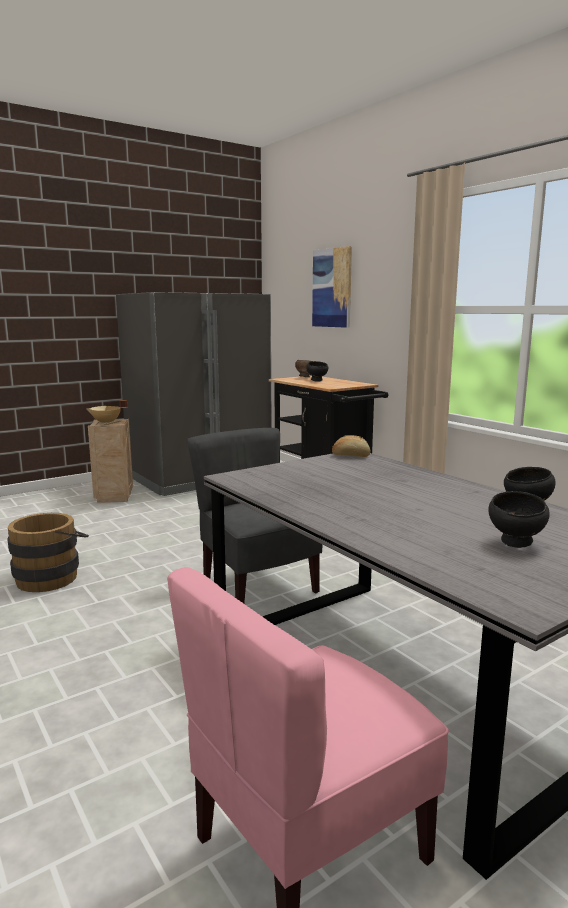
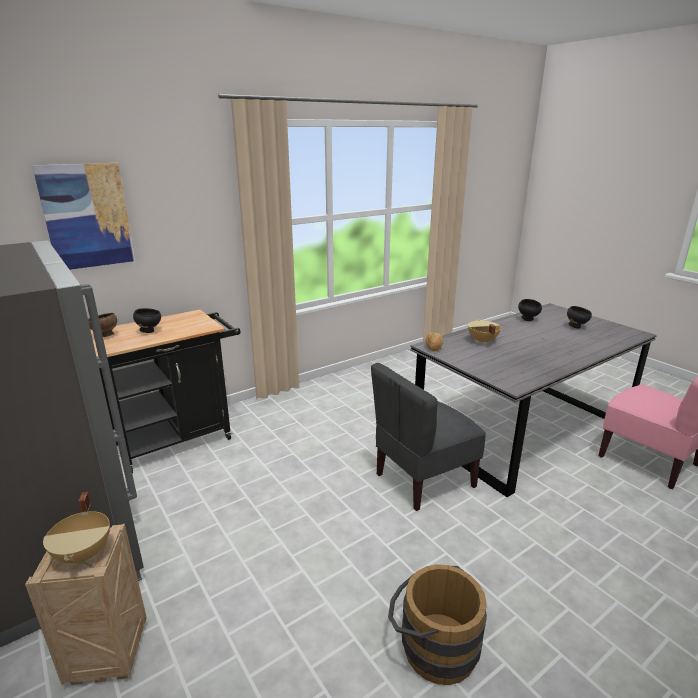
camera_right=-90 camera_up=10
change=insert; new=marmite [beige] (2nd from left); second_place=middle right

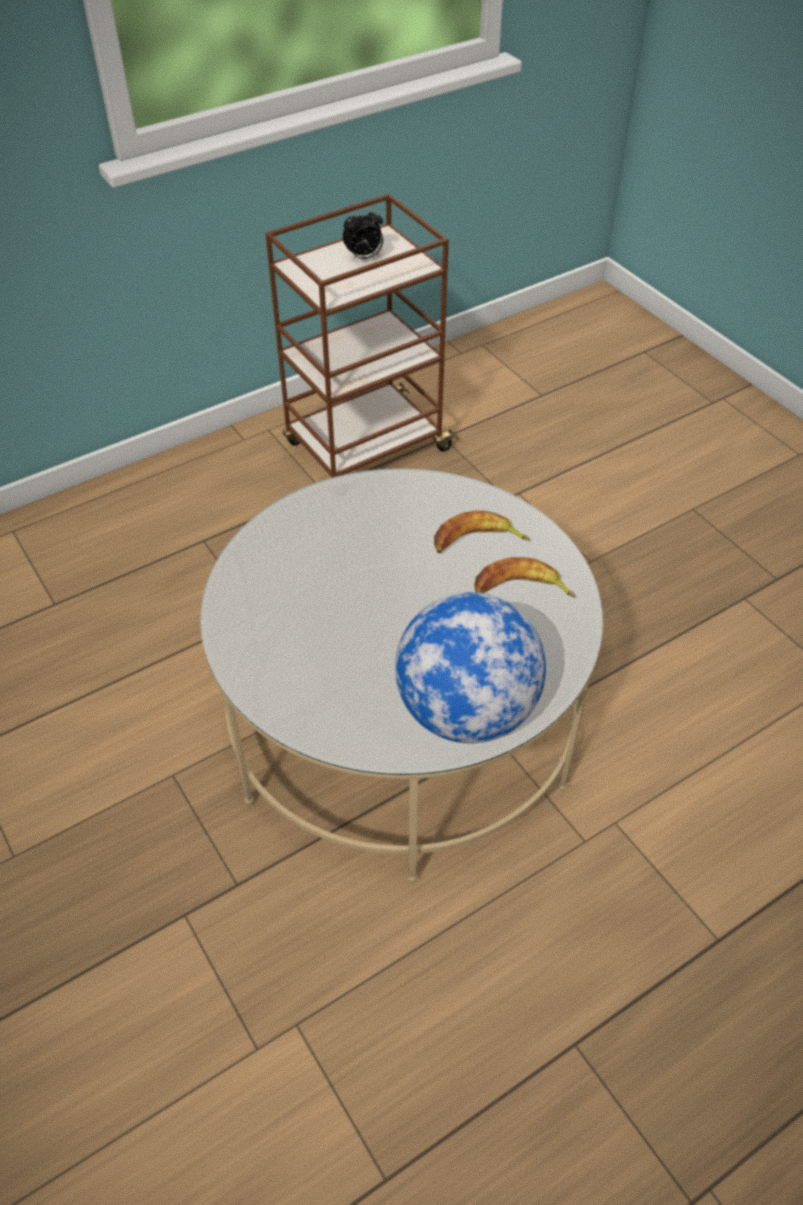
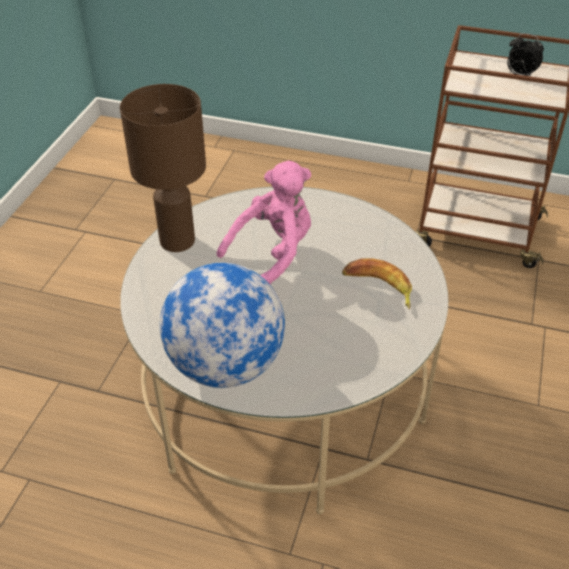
camera_right=50 camera_up=-5
change=delete; old=banane (2nd from left); first_place=centre
change=insert; new=lampe de table [marron]; second_place=top left
change=insert; new=peluche [rose]; second_place=centre

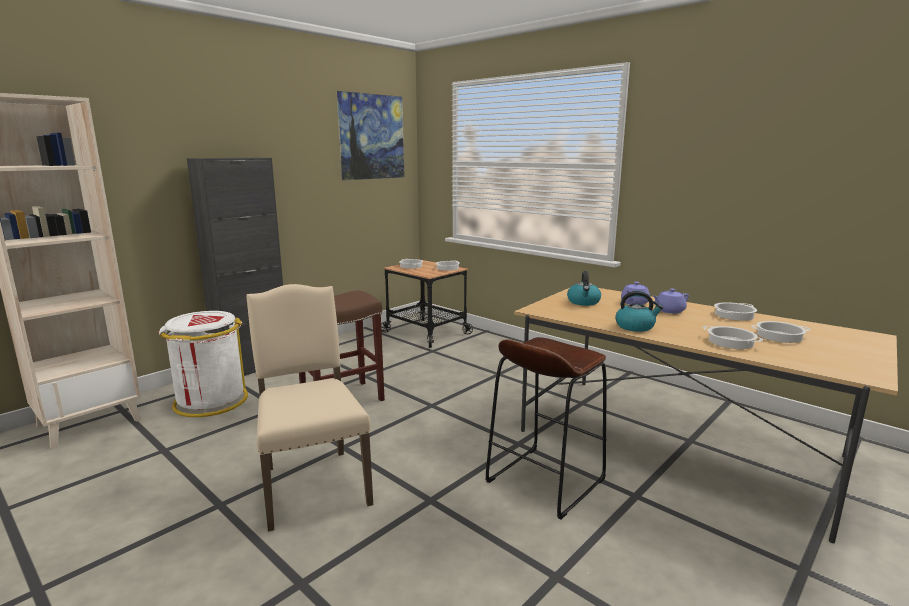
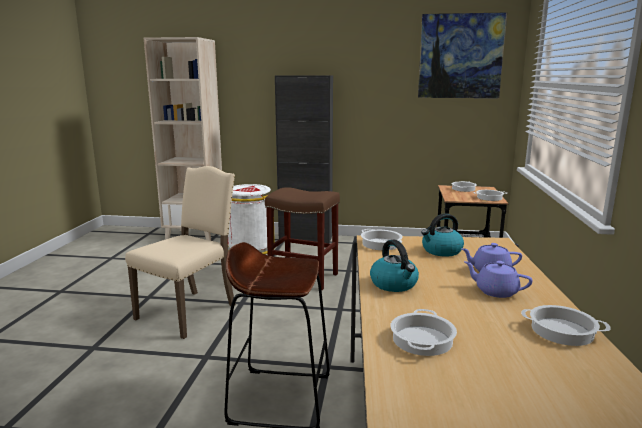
camera_right=55 camera_up=0
change=move; old=marmite (5th from left in the first image); new=marmite (1st from left); first_place=middle right; second_place=centre

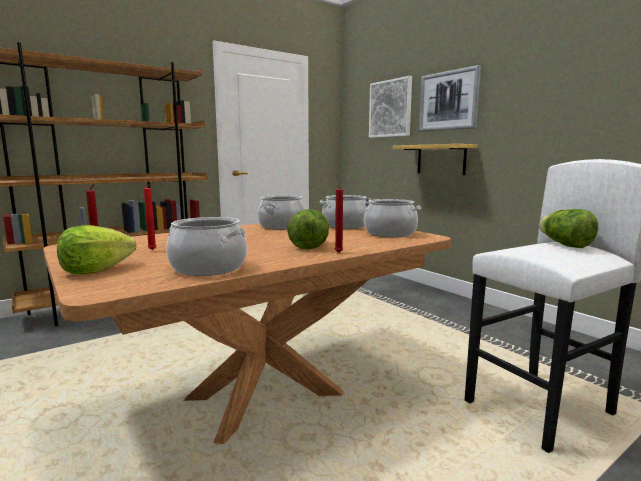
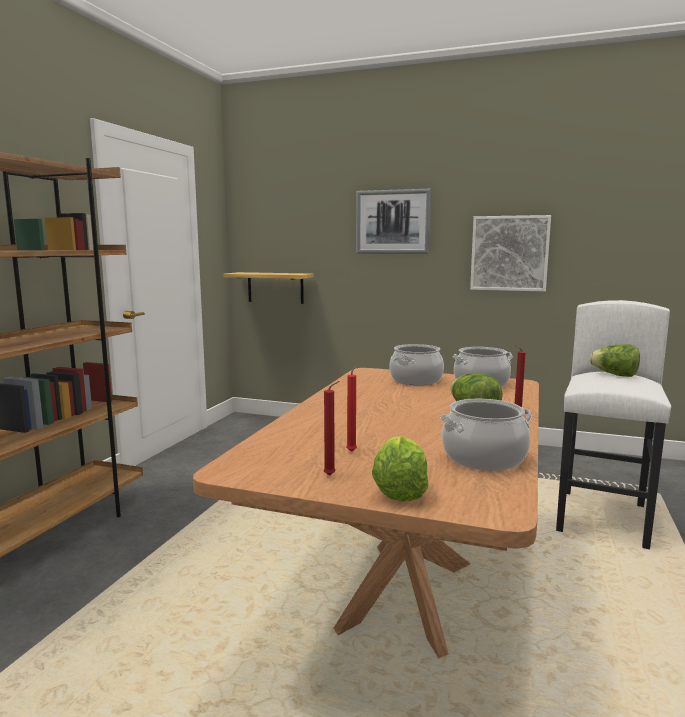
camera_right=-35 camera_up=0
change=move; old=tableau (1st from left in the first image); new=tableau (2nd from left); first_place=top centre; second_place=middle right
change=move; old=étagère; first_place=top right; second_place=centre
change=delete; old=marmite (2nd from left); first_place=centre

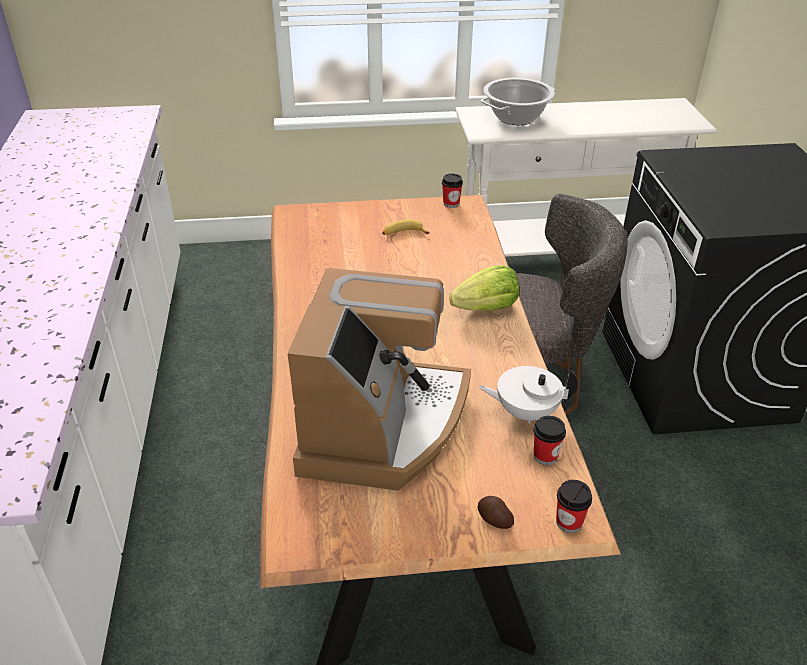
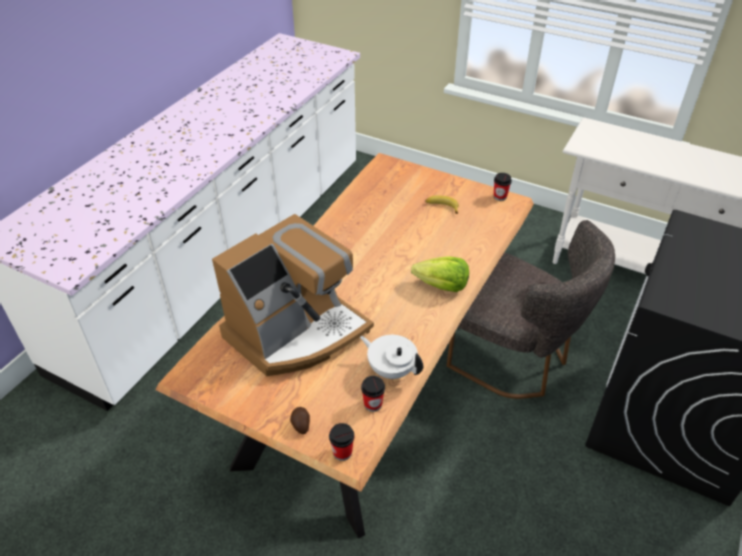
camera_right=35 camera_up=5
change=delete; old=marmite; first_place=top centre

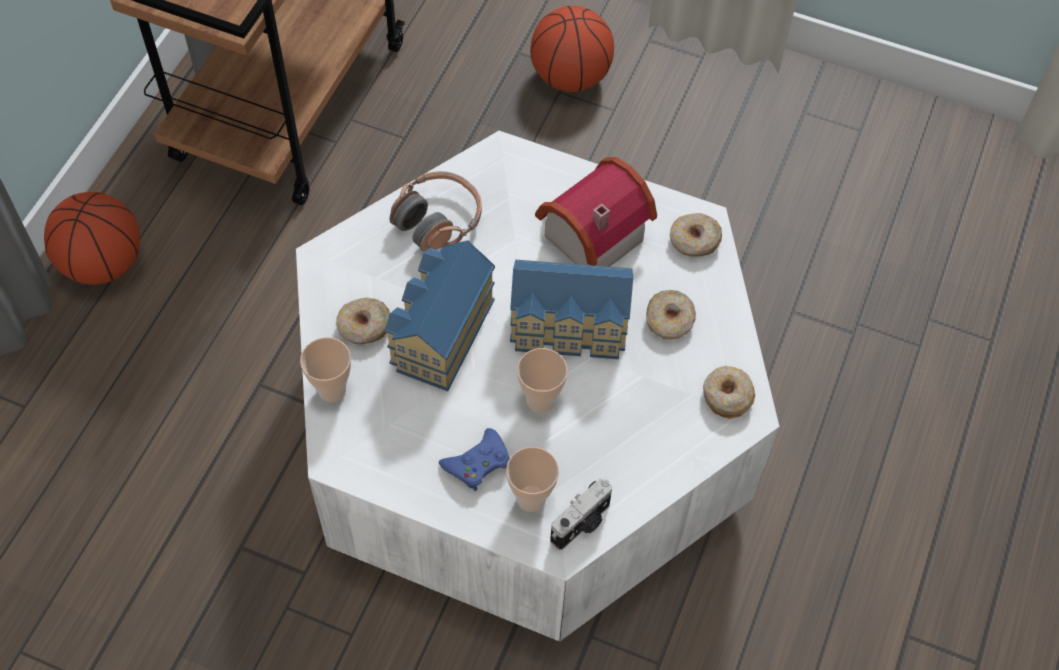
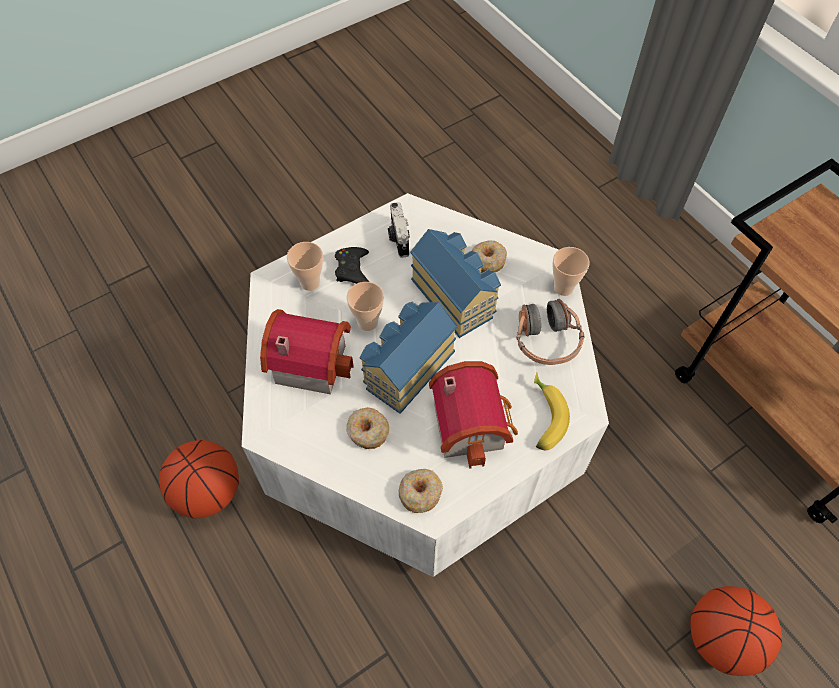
camera_right=125 camera_up=0
change=move; old=ballon de basket (1st from left); first_place=middle left; second_place=bottom left
change=move; old=tasse (1st from left in the first image); new=tasse (3rd from left); first_place=middle left; second_place=middle right
change=delete; old=beignet (4th from left); first_place=middle right
change=recolor; old=manette [bleu]; new=manette [noir]; first_place=bottom centre; second_place=centre
change=move; old=appareil photo; first_place=bottom centre; second_place=centre
change=insert; new=maison miniature (1st from left); second_place=centre
change=insert; new=banane; second_place=centre

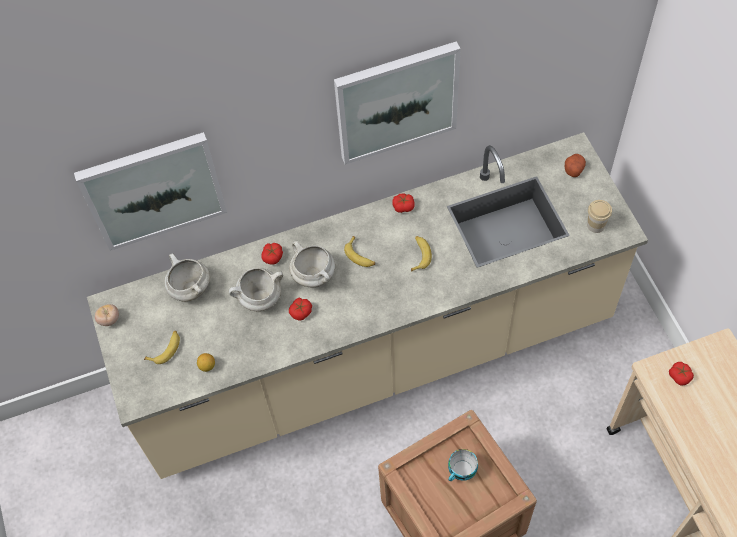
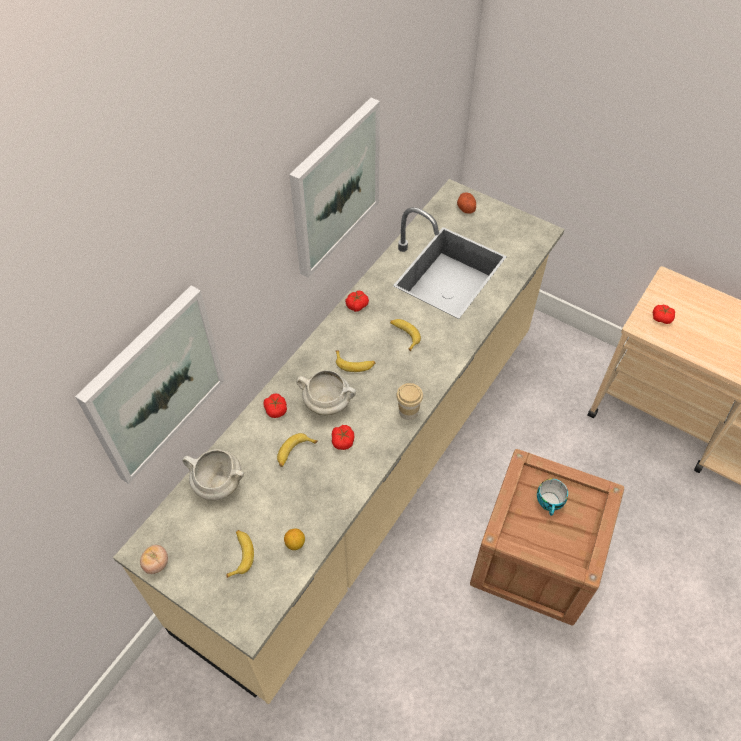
camera_right=-40 camera_up=-5
change=move; old=tasse (2nd from left in the first image); new=tasse (1st from left); first_place=middle right; second_place=centre
change=replace; old=marmite [blanc] (2nd from left); new=banane (2nd from left); first_place=centre; second_place=centre

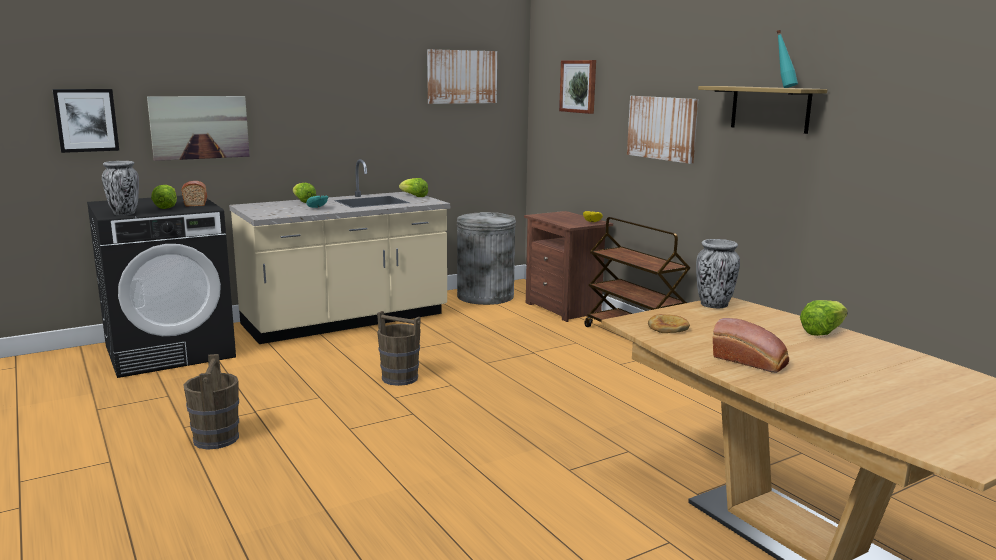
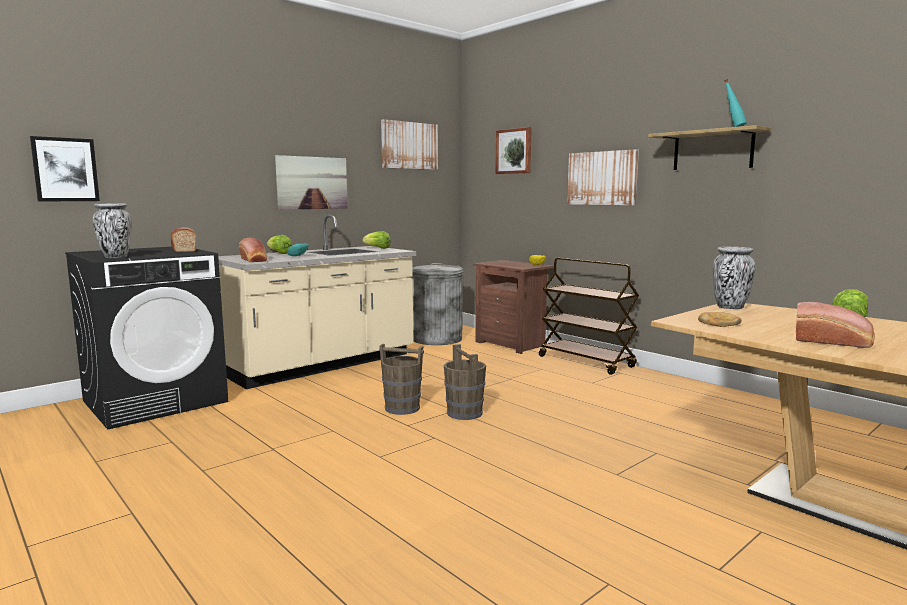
camera_right=-10 camera_up=-5
change=move; old=tableau (2nd from left); first_place=top left; second_place=top centre
change=delete; old=laitue (1st from left); first_place=middle left
change=move; old=seau [marron] (1st from left in the first image); new=seau [marron] (2nd from left); first_place=bottom left; second_place=centre
change=insert; new=pain (2nd from left); second_place=middle left

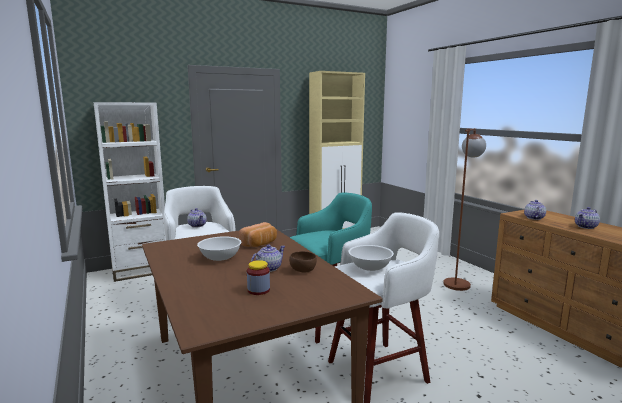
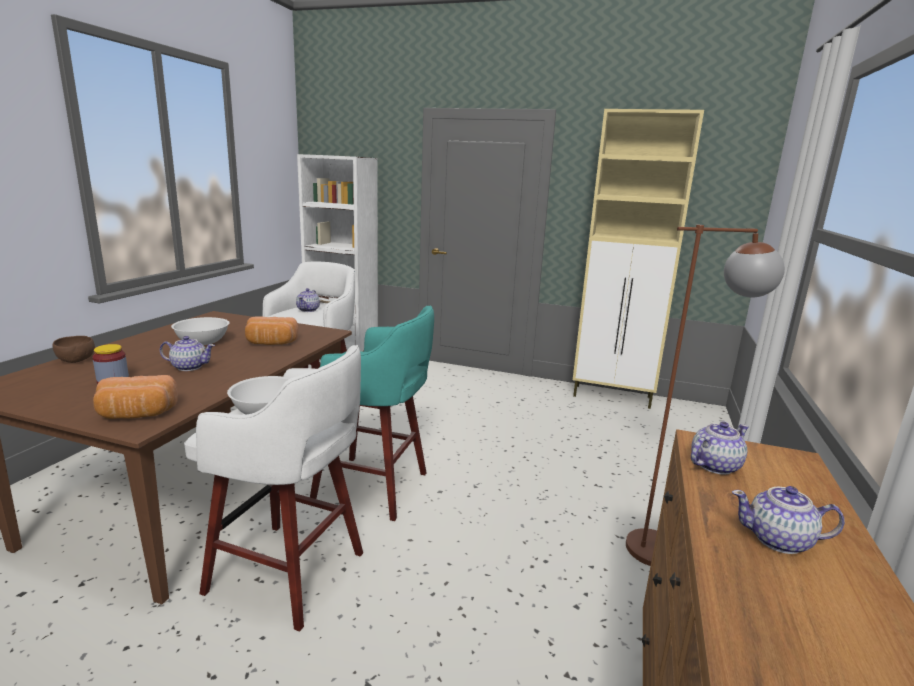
camera_right=45 camera_up=5
change=move; old=bol [marron]; first_place=centre; second_place=middle left
change=insert; new=pain (1st from left); second_place=middle left

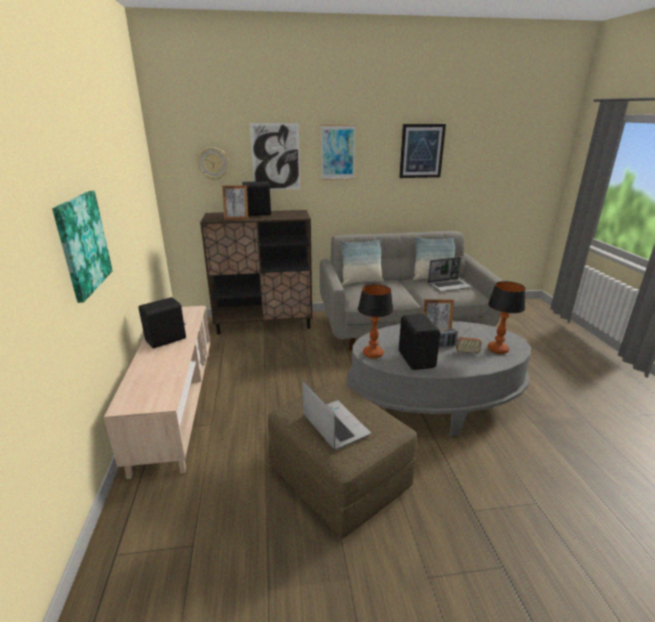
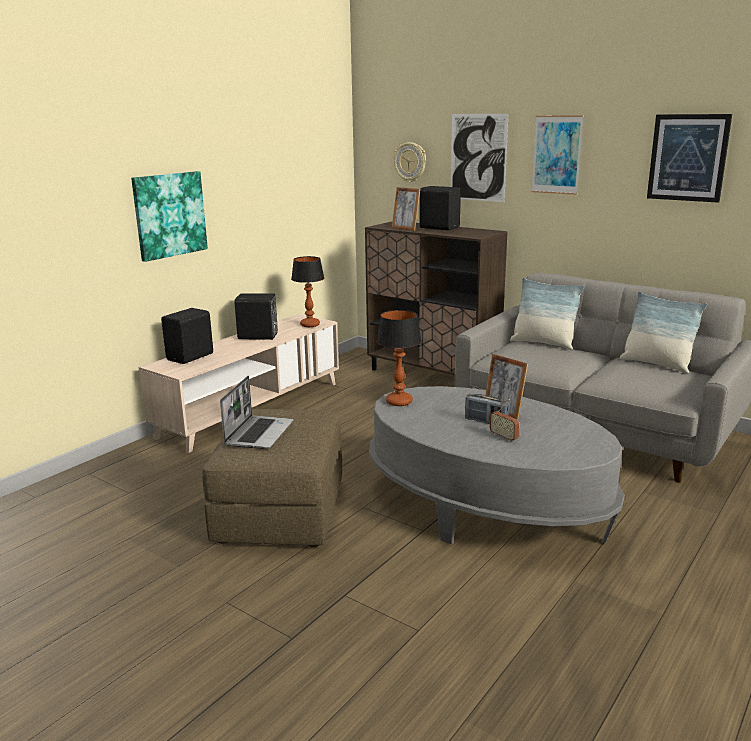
camera_right=45 camera_up=-5
change=delete; old=ordinateur portable (2nd from left); first_place=middle right
change=move; old=lampe de table (2nd from left in the first image); new=lampe de table (1st from left); first_place=middle right; second_place=centre
change=move; old=enceinte [noir] (3rd from left in the first image); new=enceinte [noir] (1st from left); first_place=centre; second_place=middle left

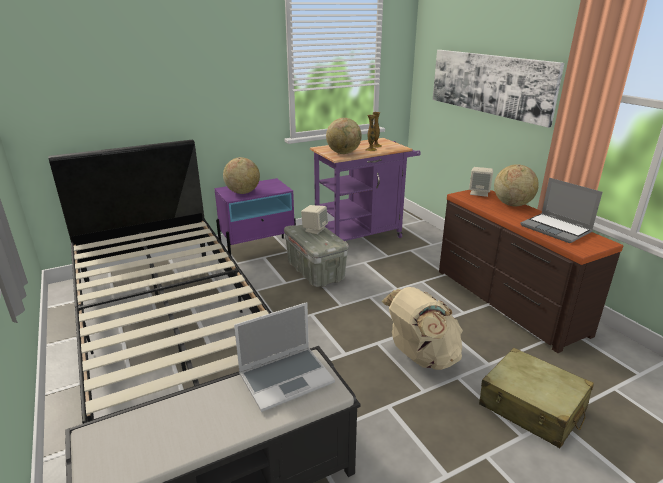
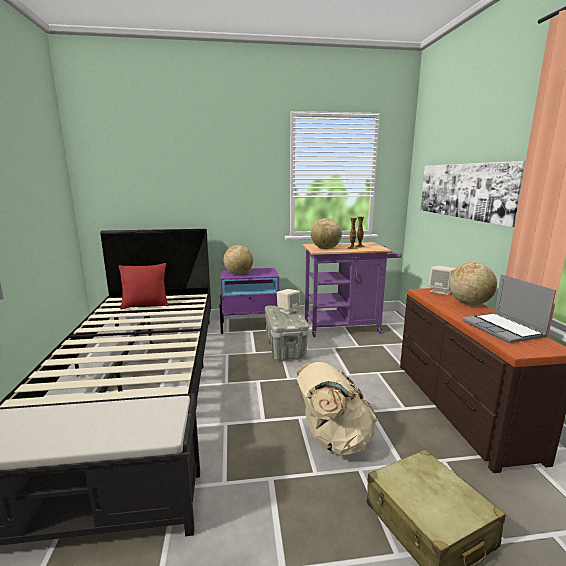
camera_right=20 camera_up=-10
change=delete; old=ordinateur portable (1st from left); first_place=bottom centre
change=insert; new=coussin [rouge]; second_place=middle left

